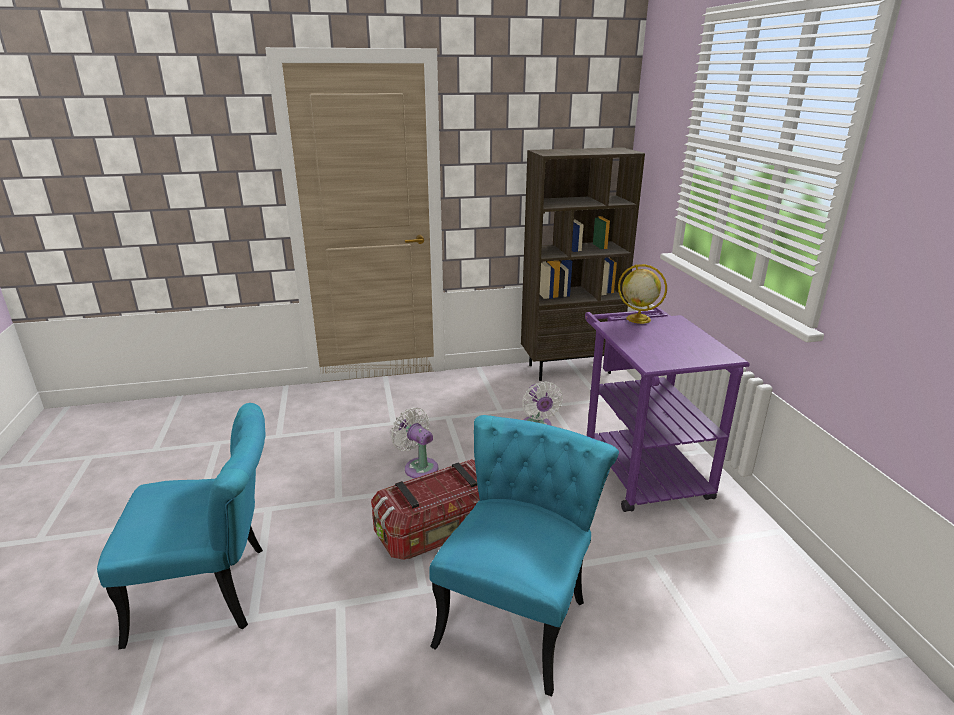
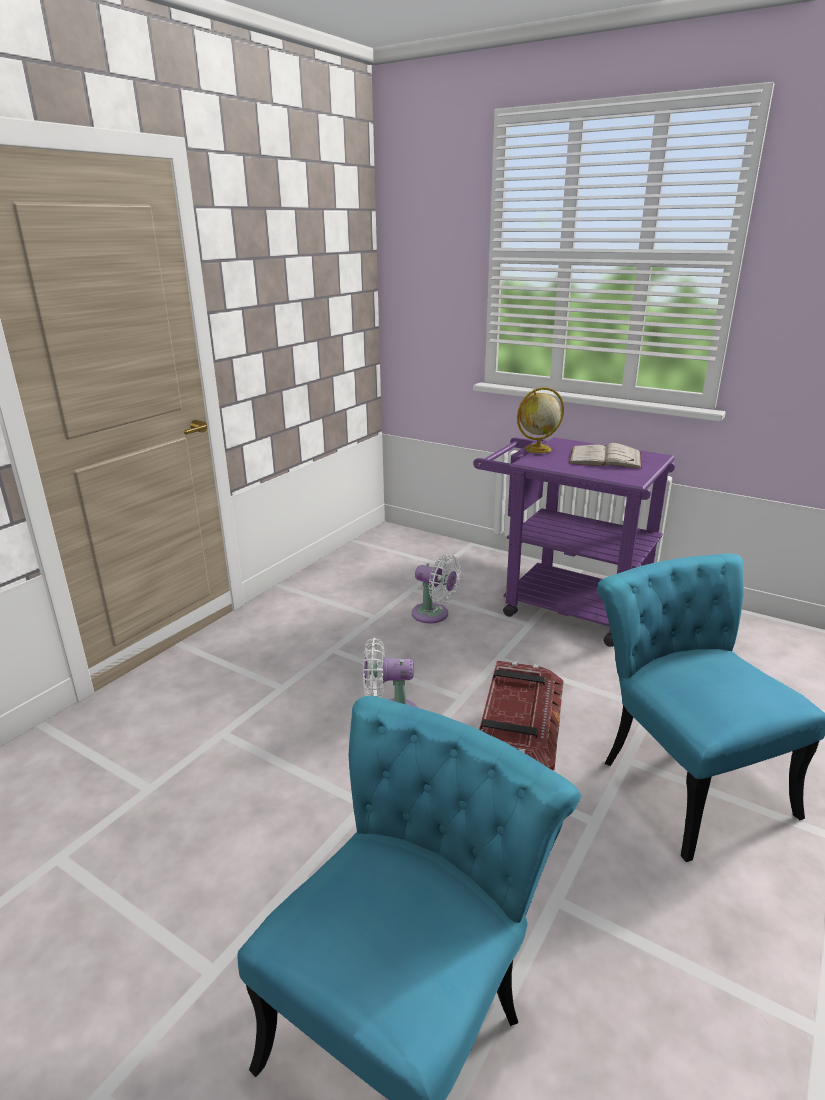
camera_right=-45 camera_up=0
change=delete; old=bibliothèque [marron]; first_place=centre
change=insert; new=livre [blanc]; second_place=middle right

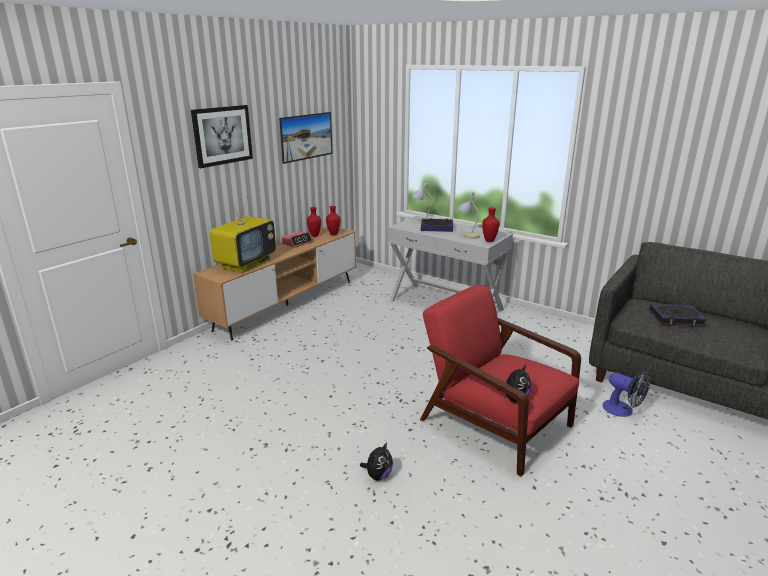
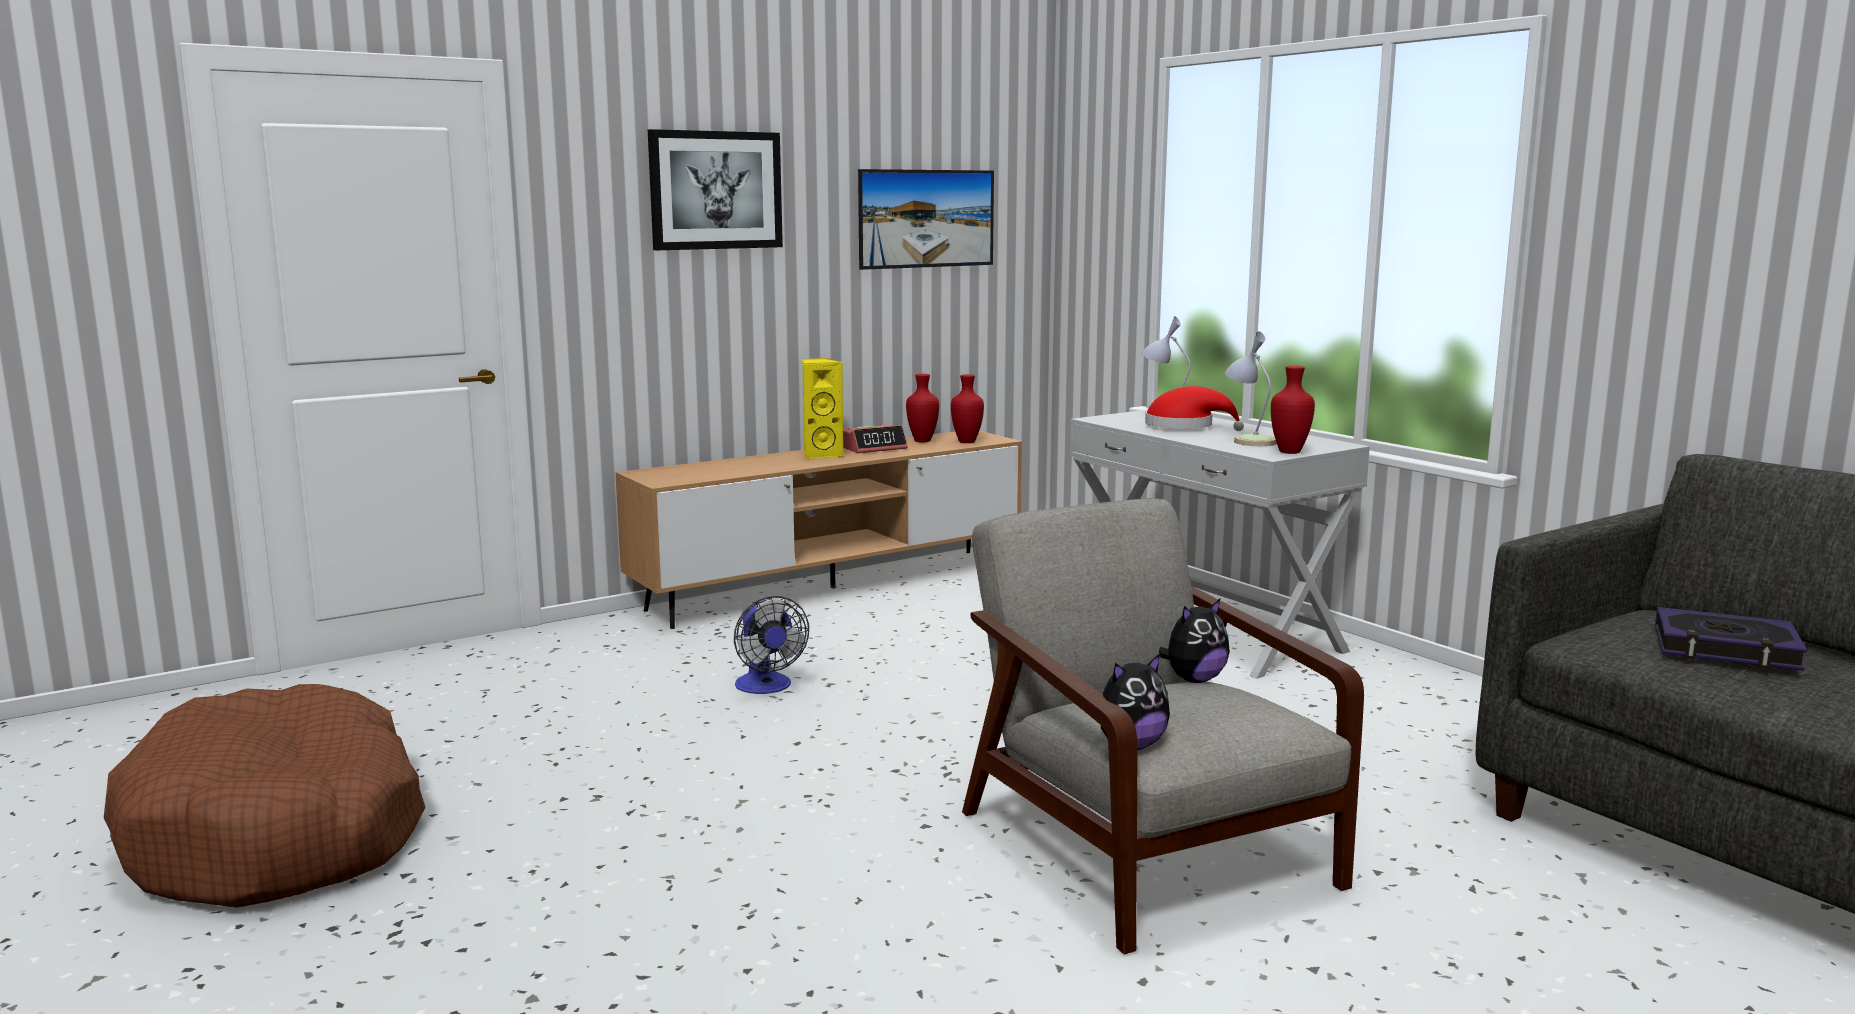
camera_right=20 camera_up=-10
change=delete; old=téléviseur; first_place=middle left
change=replace; old=livre (1st from left); new=chapeau [rouge]; first_place=centre; second_place=centre
change=recolor; old=fauteuil [rouge]; new=fauteuil [gris]; first_place=centre; second_place=bottom centre
change=move; old=ventilateur; first_place=bottom right; second_place=centre
change=move; old=peluche (1st from left in the first image); new=peluche (2nd from left); first_place=bottom centre; second_place=centre
change=insert; new=enceinte [jaune]; second_place=centre
change=insert; new=panier pour chien [marron]; second_place=bottom left

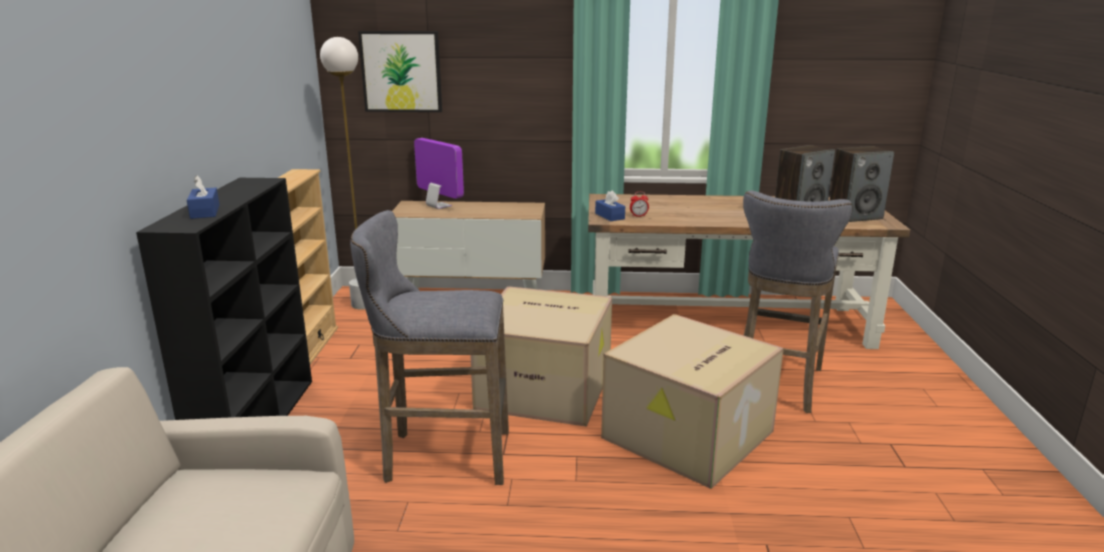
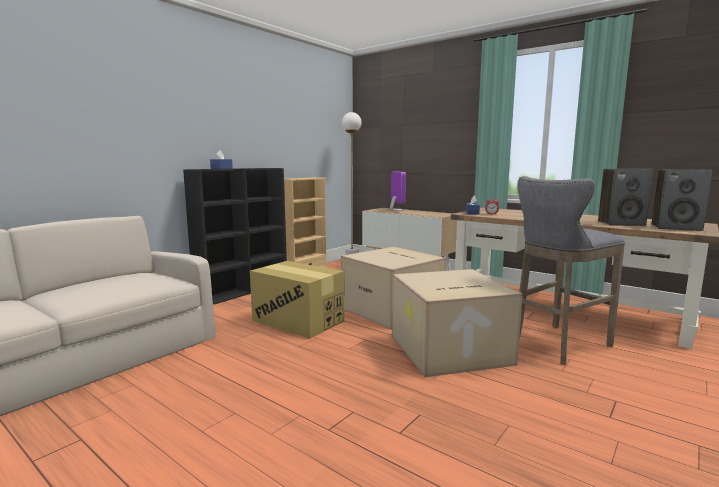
camera_right=35 camera_up=-10
change=delete; old=tableau; first_place=top centre
change=replace; old=tabouret [gris] (1st from left); new=carton (1st from left); first_place=centre; second_place=centre

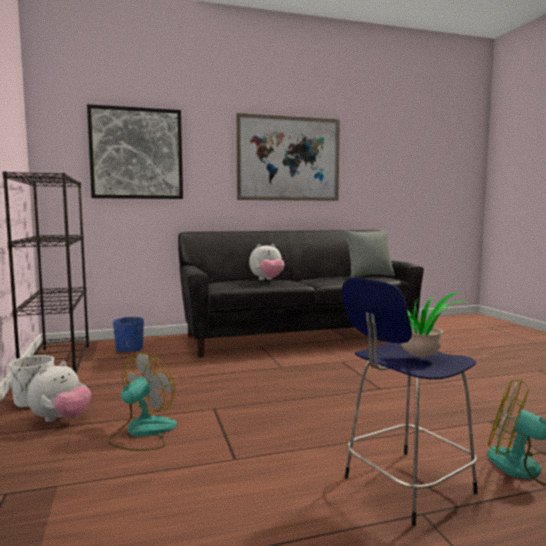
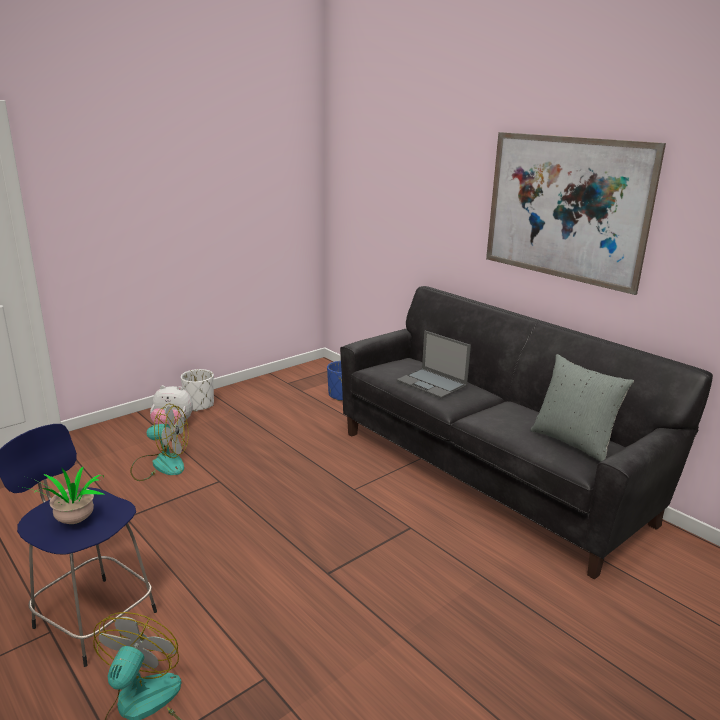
camera_right=65 camera_up=15
change=delete; old=tableau (1st from left); first_place=top left
change=delete; old=bibliothèque [noir]; first_place=middle left
change=replace; old=peluche (2nd from left); new=ordinateur portable; first_place=centre; second_place=centre

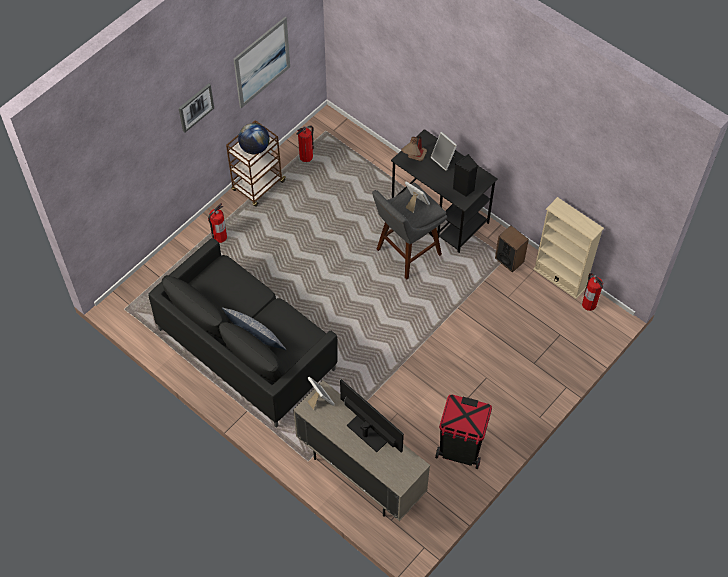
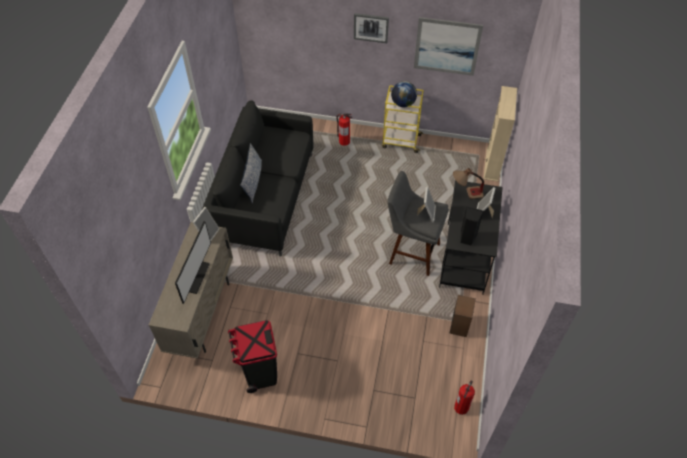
camera_right=60 camera_up=-5
change=recolor; old=chariot [marron]; new=chariot [jaune]; first_place=top centre; second_place=top centre
change=delete; old=extincteur (2nd from left); first_place=top centre
change=move; old=bibliothèque [beige]; first_place=middle right; second_place=top right

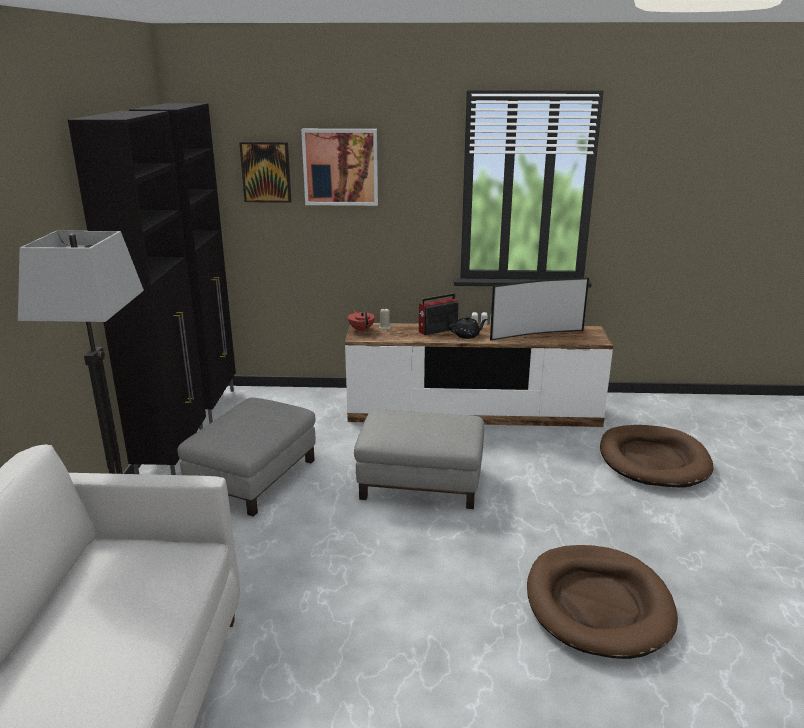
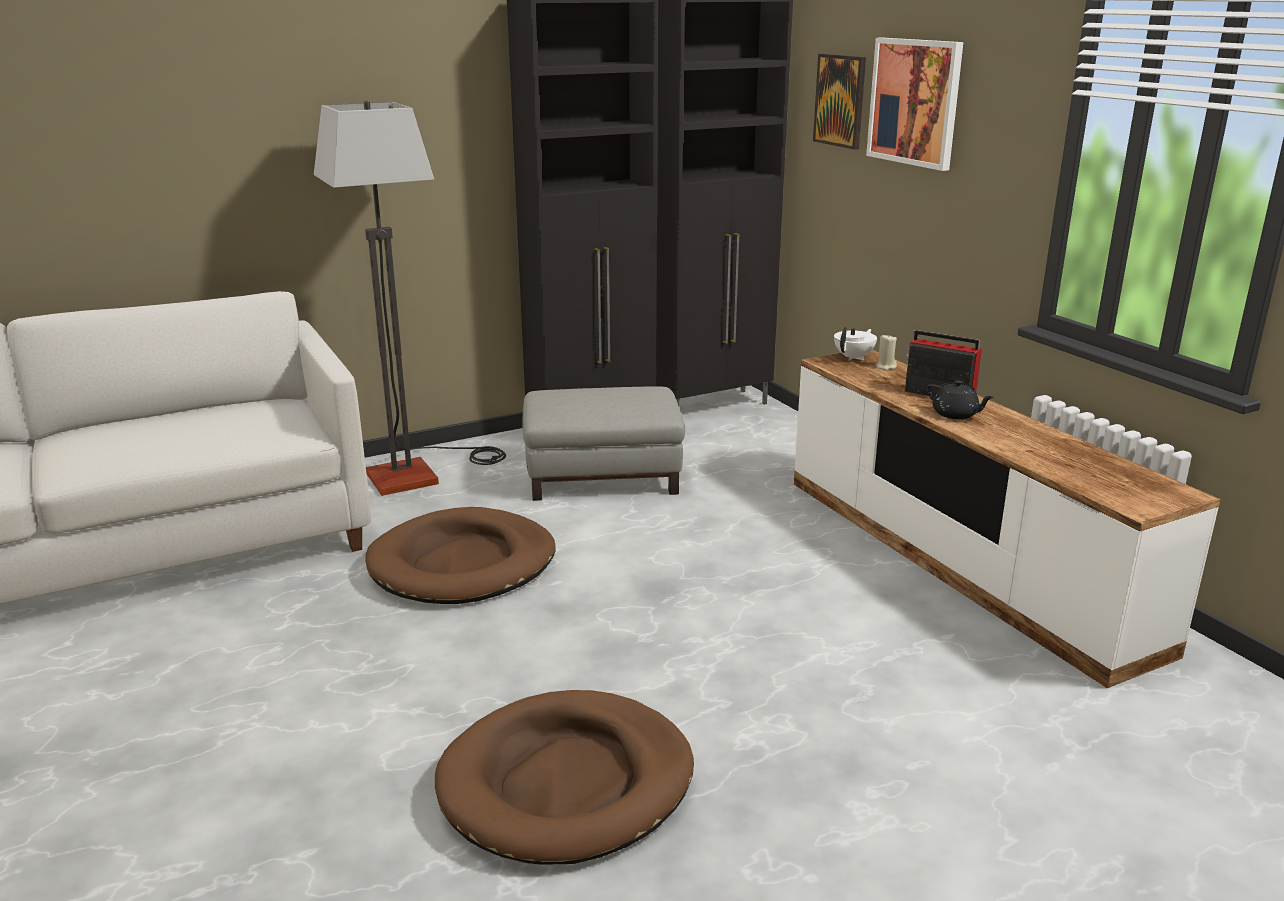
camera_right=60 camera_up=0
change=delete; old=téléviseur; first_place=middle right
change=recolor; old=théière [rouge]; new=théière [blanc]; first_place=centre; second_place=centre
change=delete; old=pouf [gris] (2nd from left); first_place=centre
change=move; old=panier pour chien [marron] (2nd from left in the first image); new=panier pour chien [marron] (1st from left); first_place=middle right; second_place=centre

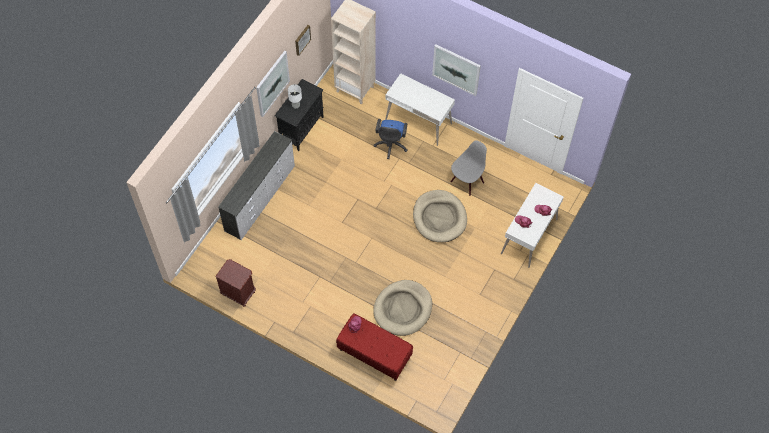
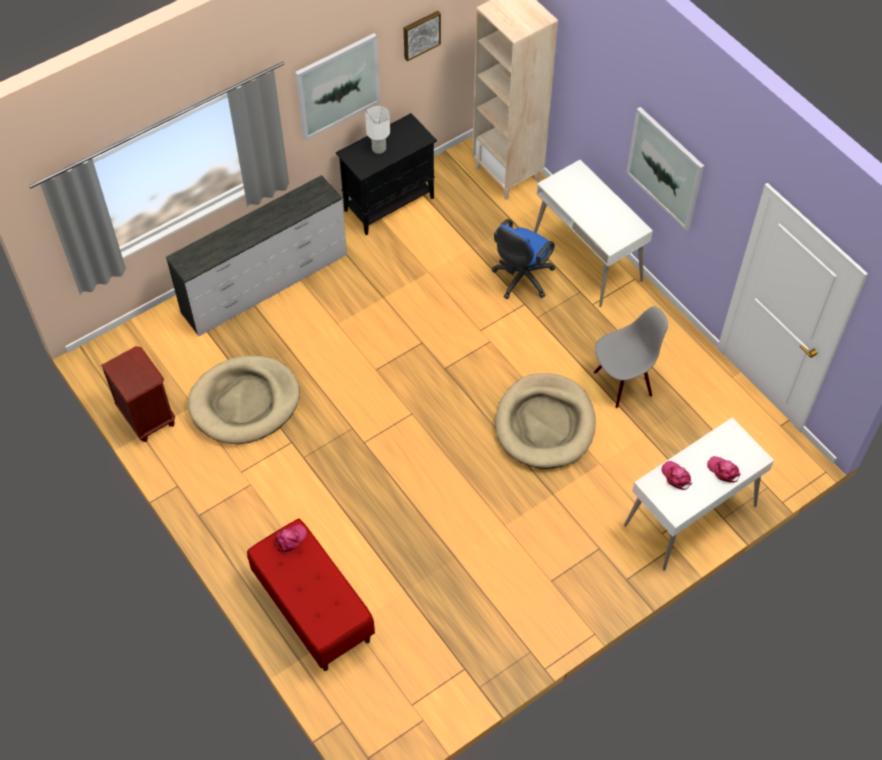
camera_right=25 camera_up=-5
change=move; old=panier pour chien [beige] (1st from left); first_place=bottom centre; second_place=middle left

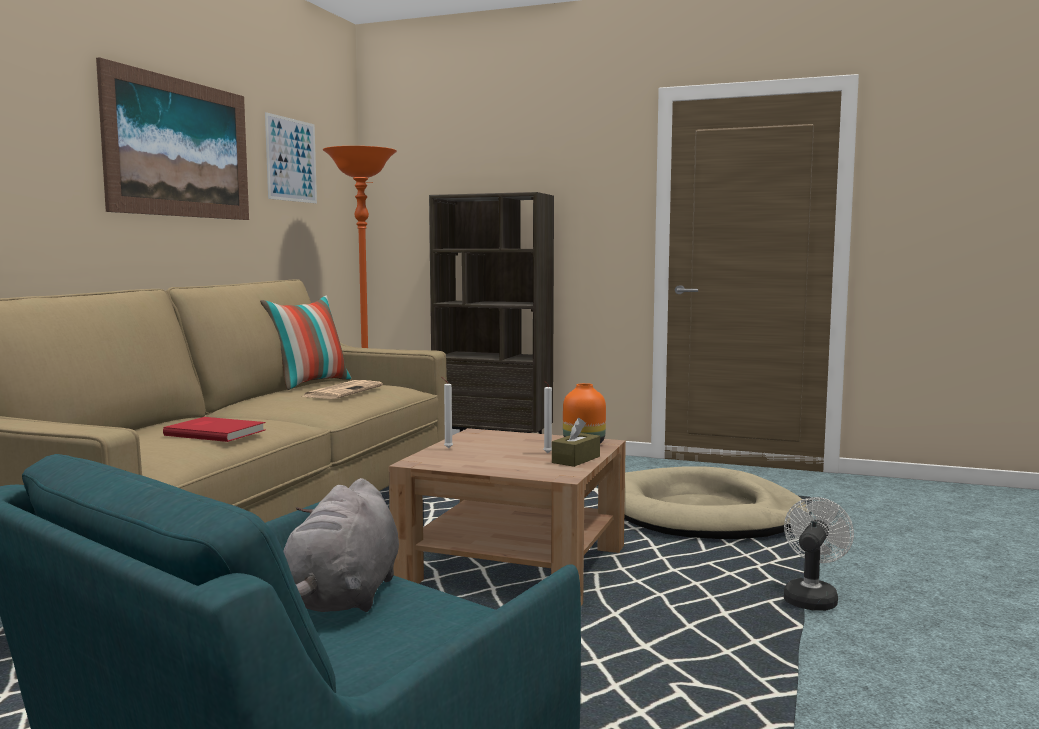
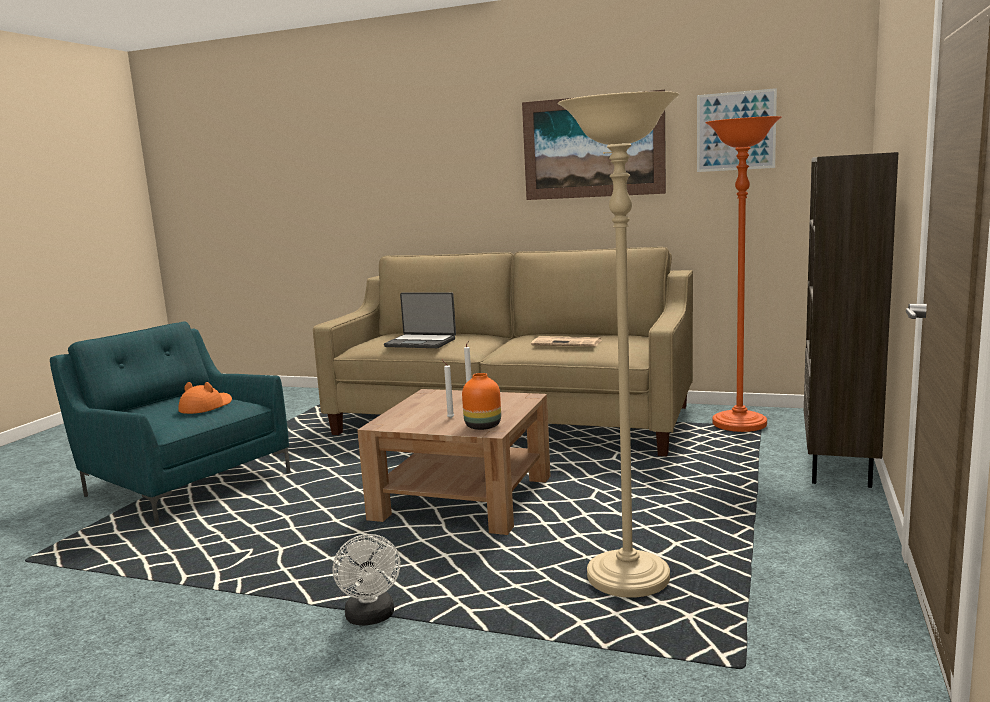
camera_right=90 camera_up=5
change=delete; old=coussin; first_place=middle left
change=replace; old=livre [rouge]; new=ordinateur portable; first_place=middle left; second_place=centre
change=delete; old=boîte à mouchoirs [marron]; first_place=centre
change=replace; old=panier pour chien [beige]; new=lampadaire [beige]; first_place=bottom right; second_place=centre
change=replace; old=peluche [gris]; new=chapeau [orange]; first_place=bottom left; second_place=middle left
change=rotate; old=ventilateur [blanc]; first_place=bottom right; second_place=bottom centre; degrees=45

